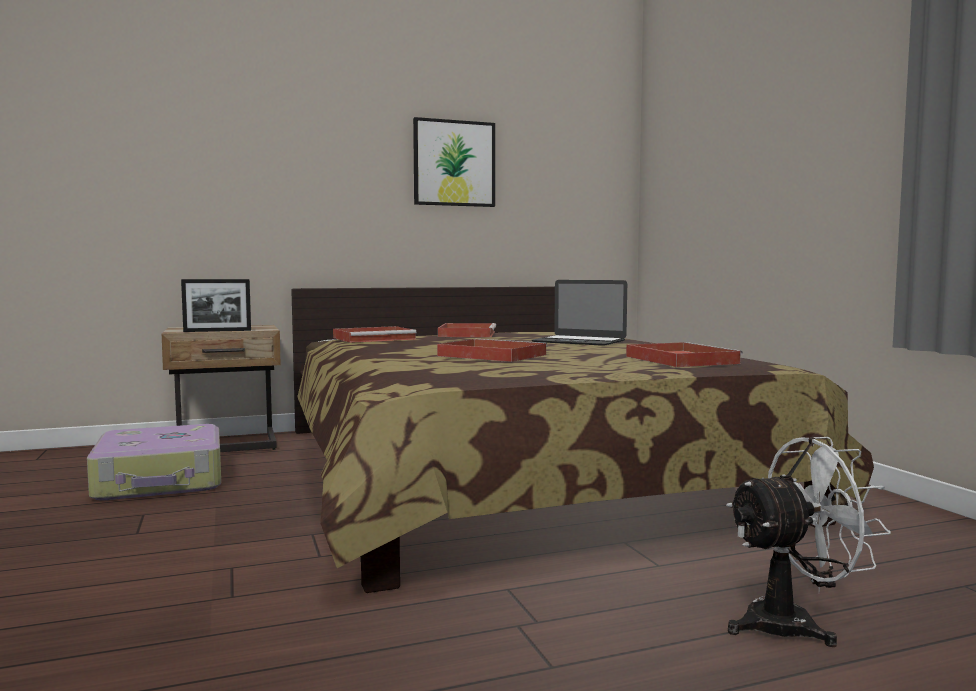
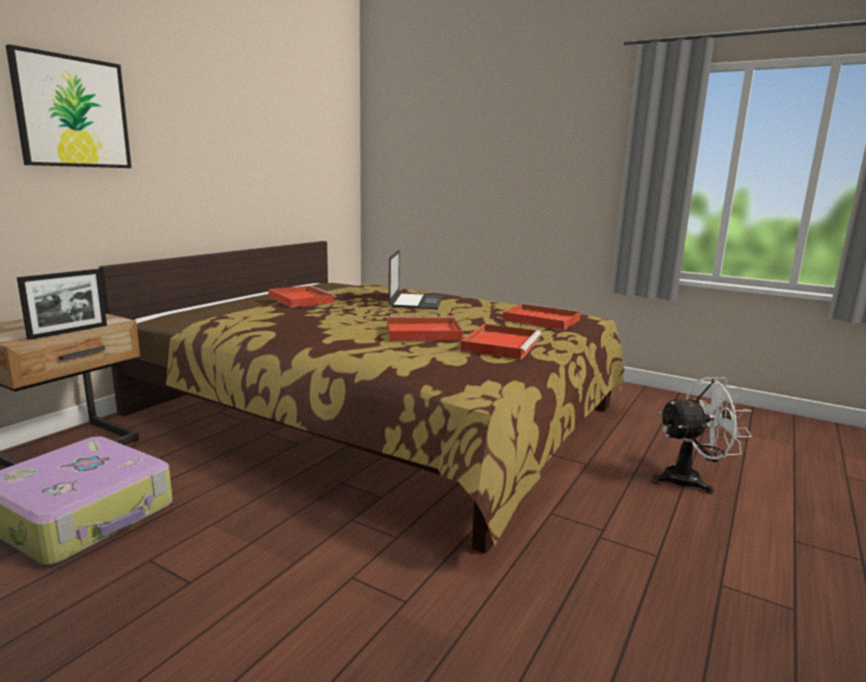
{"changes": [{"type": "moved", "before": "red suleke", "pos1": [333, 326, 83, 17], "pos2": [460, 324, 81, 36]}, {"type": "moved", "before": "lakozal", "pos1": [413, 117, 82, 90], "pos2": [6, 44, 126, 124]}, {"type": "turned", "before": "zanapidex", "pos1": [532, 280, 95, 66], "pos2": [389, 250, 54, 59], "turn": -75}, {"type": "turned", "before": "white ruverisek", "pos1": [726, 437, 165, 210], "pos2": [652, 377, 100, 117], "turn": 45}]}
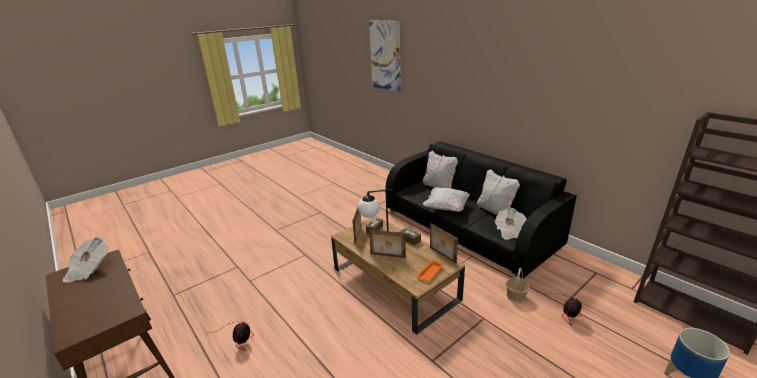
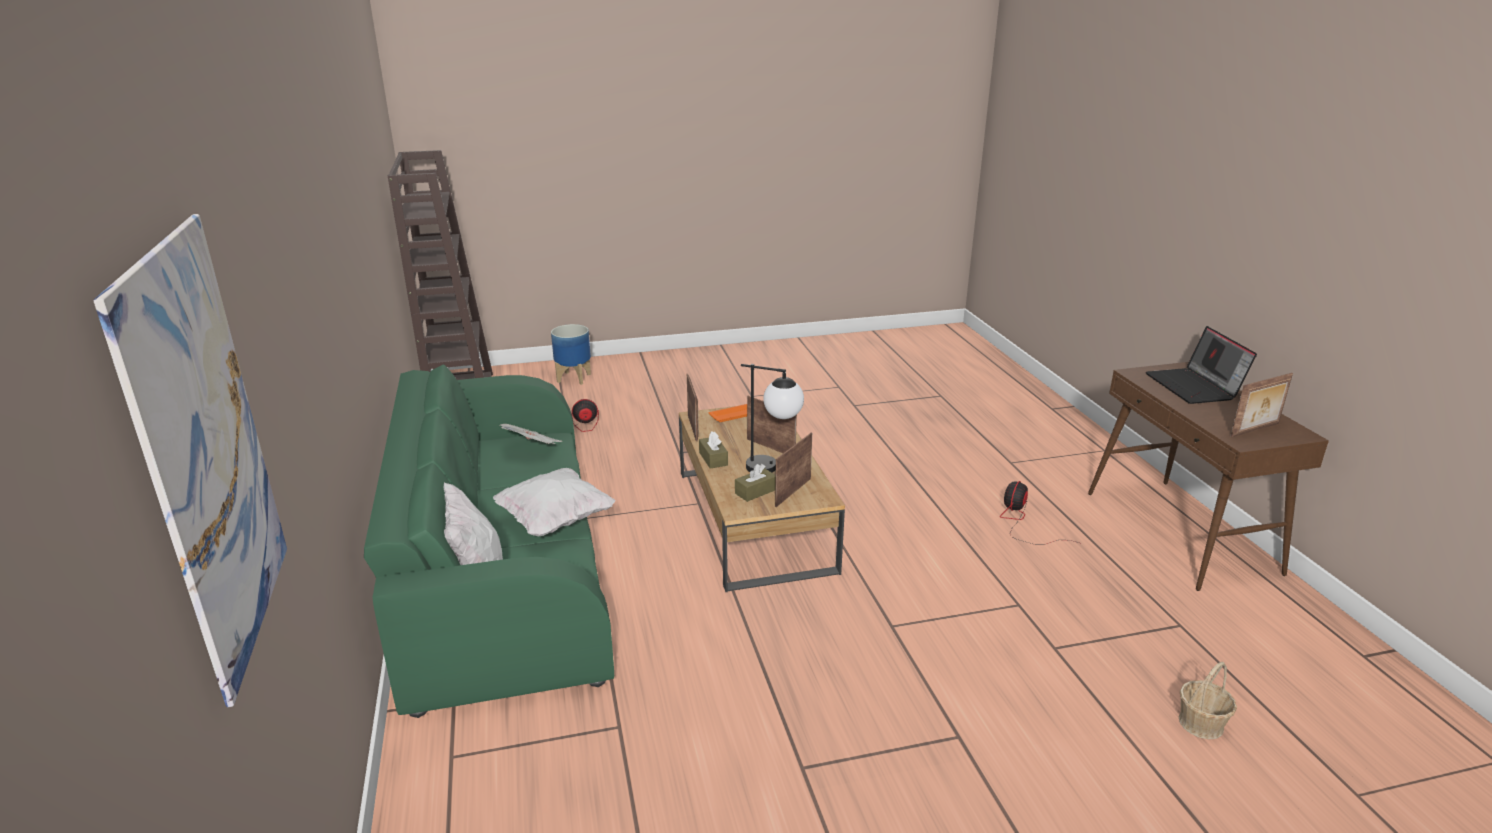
{"changes": [{"type": "replaced", "before": "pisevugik", "after": "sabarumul", "pos1": [62, 237, 47, 45], "pos2": [1230, 373, 63, 65]}, {"type": "recoloured", "before": "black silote", "after": "green silote", "pos1": [385, 141, 192, 138], "pos2": [364, 364, 250, 354]}, {"type": "removed", "before": "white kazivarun", "pos1": [477, 169, 43, 46]}, {"type": "moved", "before": "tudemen", "pos1": [506, 268, 24, 35], "pos2": [1179, 662, 58, 77]}, {"type": "added", "after": "zanapidex", "pos2": [1146, 326, 111, 78]}]}
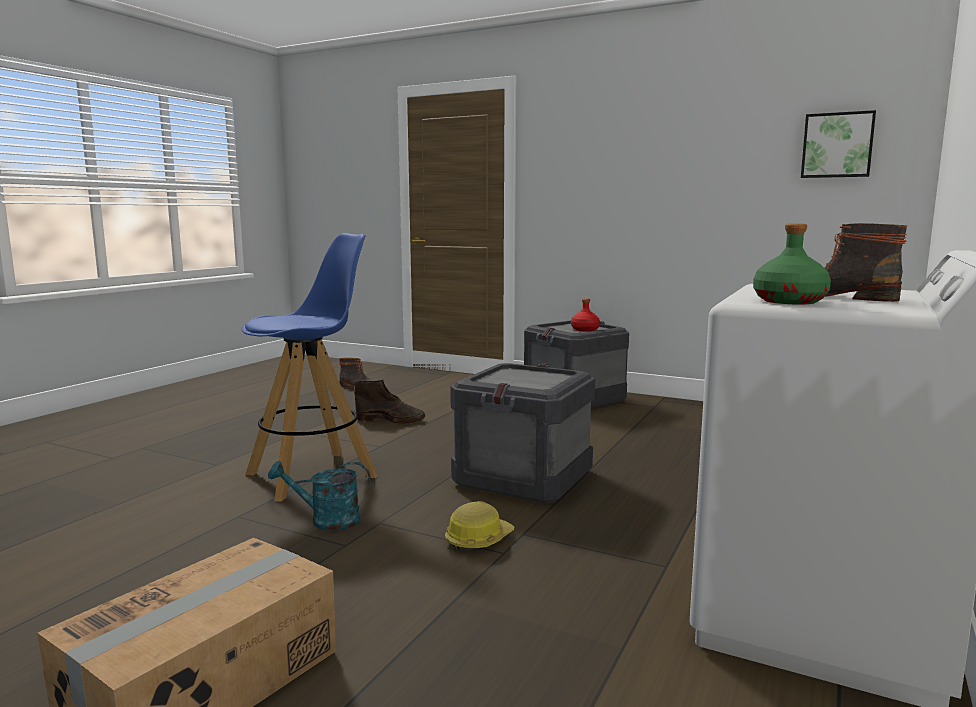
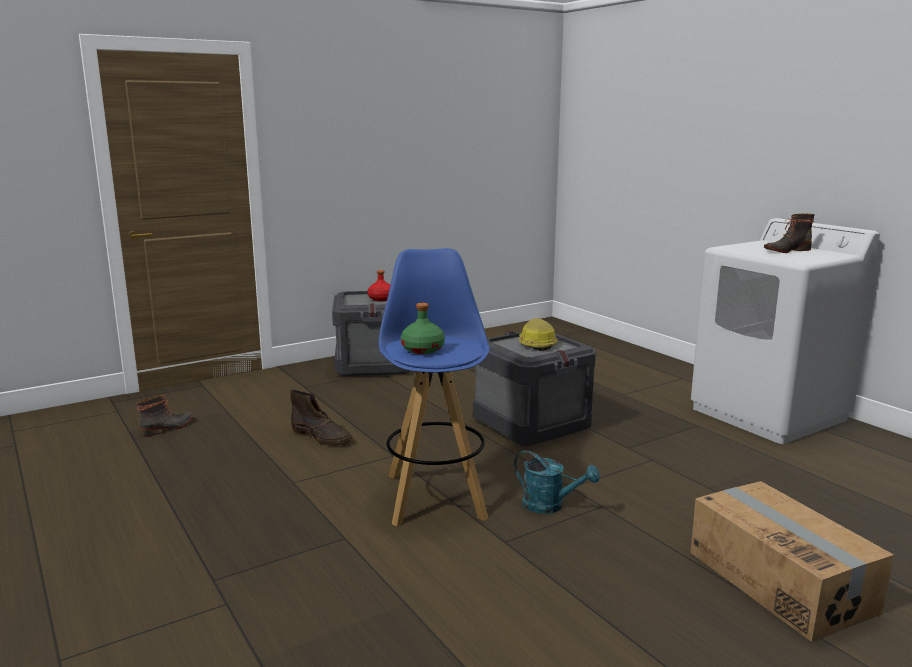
{"changes": [{"type": "turned", "before": "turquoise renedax", "pos1": [268, 461, 103, 70], "pos2": [514, 450, 86, 64], "turn": -90}, {"type": "turned", "before": "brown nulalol", "pos1": [354, 379, 71, 45], "pos2": [290, 389, 62, 57], "turn": 90}, {"type": "moved", "before": "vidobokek", "pos1": [445, 501, 69, 50], "pos2": [519, 318, 39, 33]}, {"type": "moved", "before": "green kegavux", "pos1": [753, 224, 78, 81], "pos2": [401, 303, 44, 51]}, {"type": "removed", "before": "lakozal", "pos1": [801, 110, 75, 68]}]}
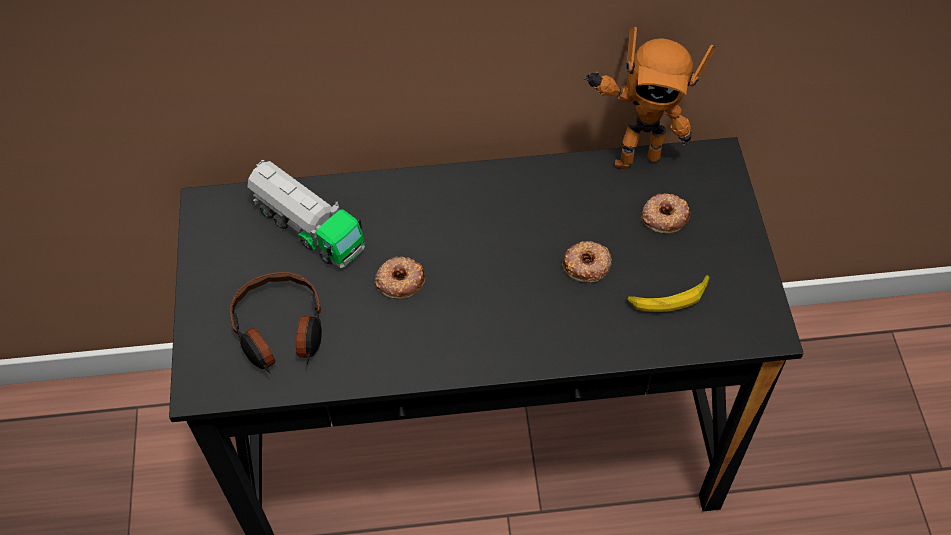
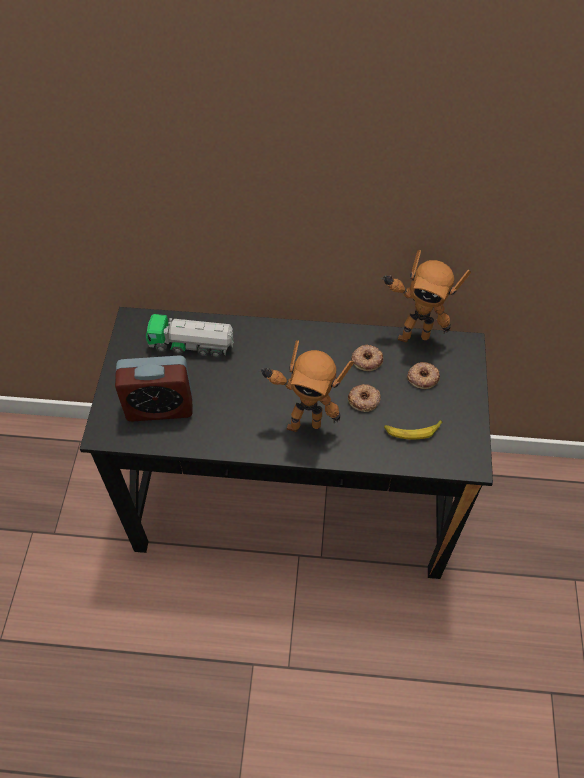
{"changes": [{"type": "replaced", "before": "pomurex", "after": "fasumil", "pos1": [230, 272, 92, 102], "pos2": [115, 355, 77, 66]}, {"type": "turned", "before": "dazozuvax", "pos1": [247, 160, 118, 109], "pos2": [146, 314, 88, 43], "turn": 135}, {"type": "moved", "before": "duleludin", "pos1": [375, 256, 50, 43], "pos2": [351, 345, 32, 26]}, {"type": "added", "after": "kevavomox", "pos2": [259, 340, 95, 92]}]}
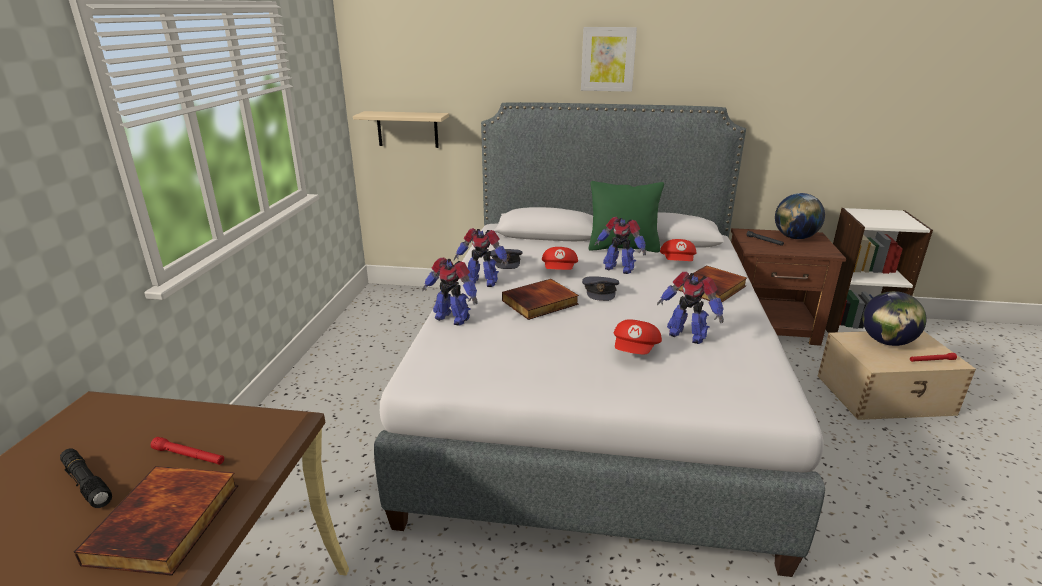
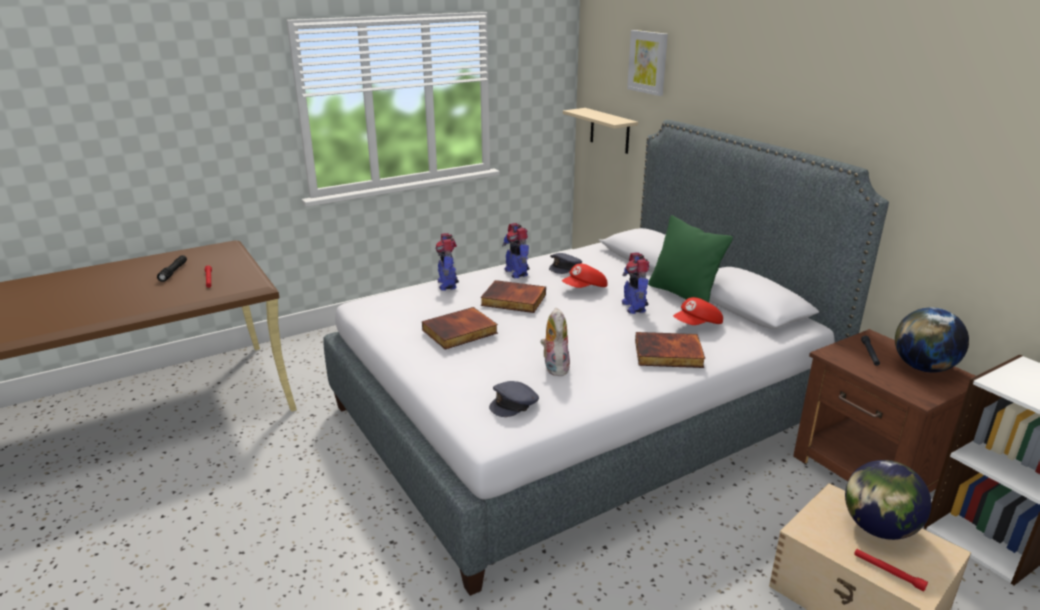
{"changes": [{"type": "moved", "before": "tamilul", "pos1": [74, 466, 164, 110], "pos2": [422, 307, 76, 43]}, {"type": "moved", "before": "lakozal", "pos1": [581, 27, 56, 65], "pos2": [627, 30, 41, 66]}, {"type": "moved", "before": "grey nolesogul", "pos1": [582, 277, 37, 24], "pos2": [489, 381, 50, 36]}, {"type": "removed", "before": "red nolesogul", "pos1": [614, 319, 48, 35]}, {"type": "replaced", "before": "kevavomox", "after": "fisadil", "pos1": [657, 272, 67, 72], "pos2": [541, 307, 29, 69]}]}
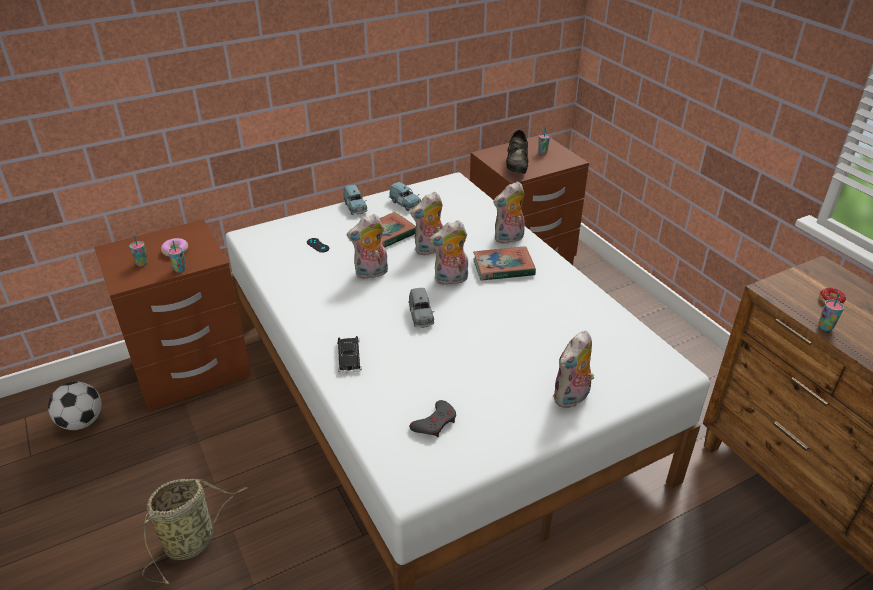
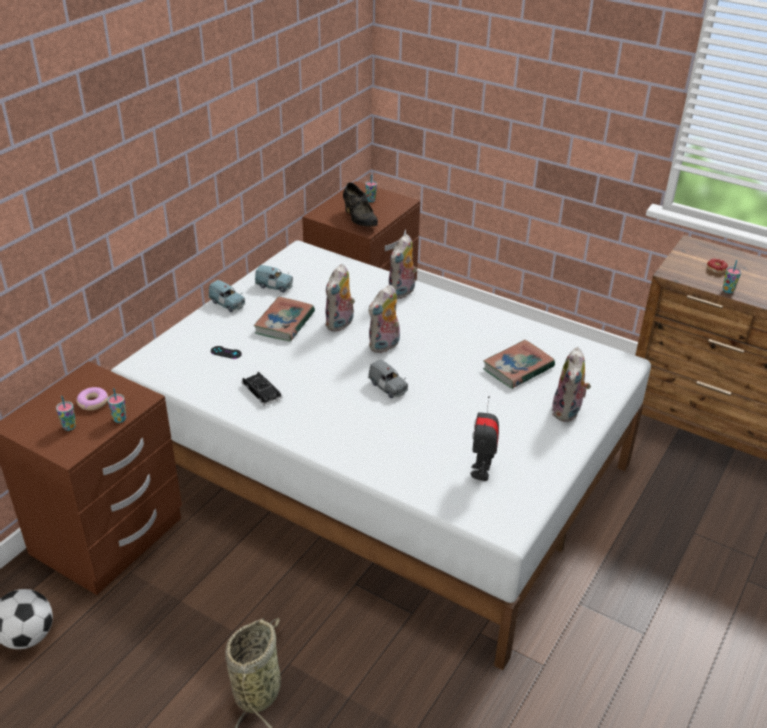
{"changes": [{"type": "moved", "before": "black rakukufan", "pos1": [337, 336, 25, 37], "pos2": [241, 372, 42, 34]}, {"type": "removed", "before": "fisadil", "pos1": [347, 214, 41, 65]}, {"type": "replaced", "before": "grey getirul", "after": "kevavomox", "pos1": [409, 400, 47, 37], "pos2": [470, 396, 29, 85]}, {"type": "moved", "before": "tamilul", "pos1": [473, 246, 63, 35], "pos2": [483, 340, 72, 49]}]}
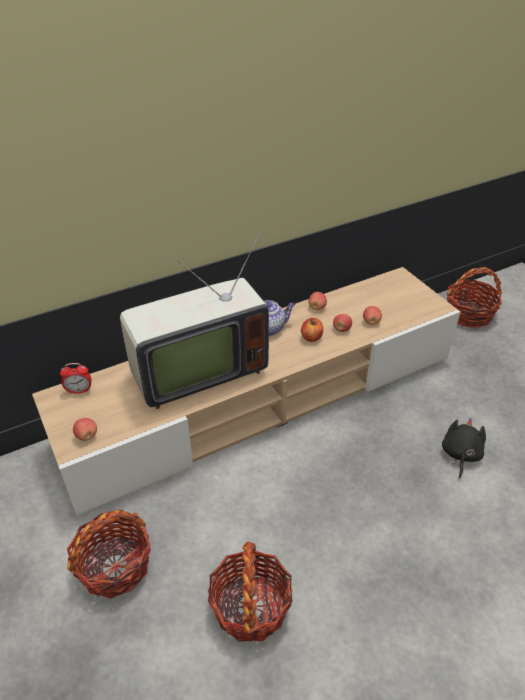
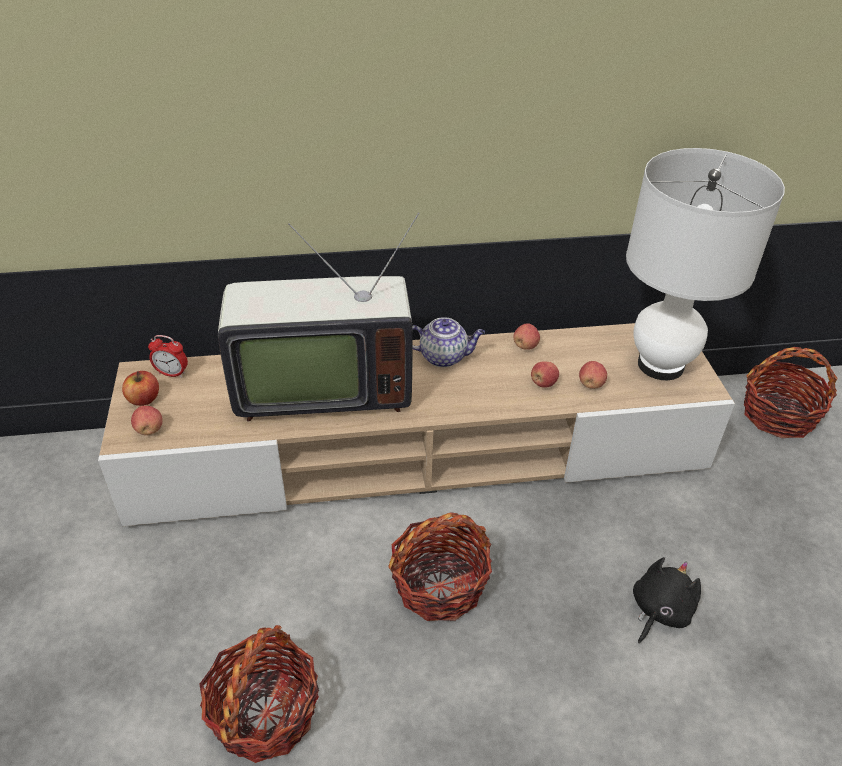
{"changes": [{"type": "moved", "before": "tudemen", "pos1": [67, 510, 84, 89], "pos2": [388, 512, 104, 109]}, {"type": "moved", "before": "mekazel", "pos1": [301, 318, 22, 24], "pos2": [122, 371, 37, 35]}, {"type": "added", "after": "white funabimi", "pos2": [626, 148, 159, 232]}]}
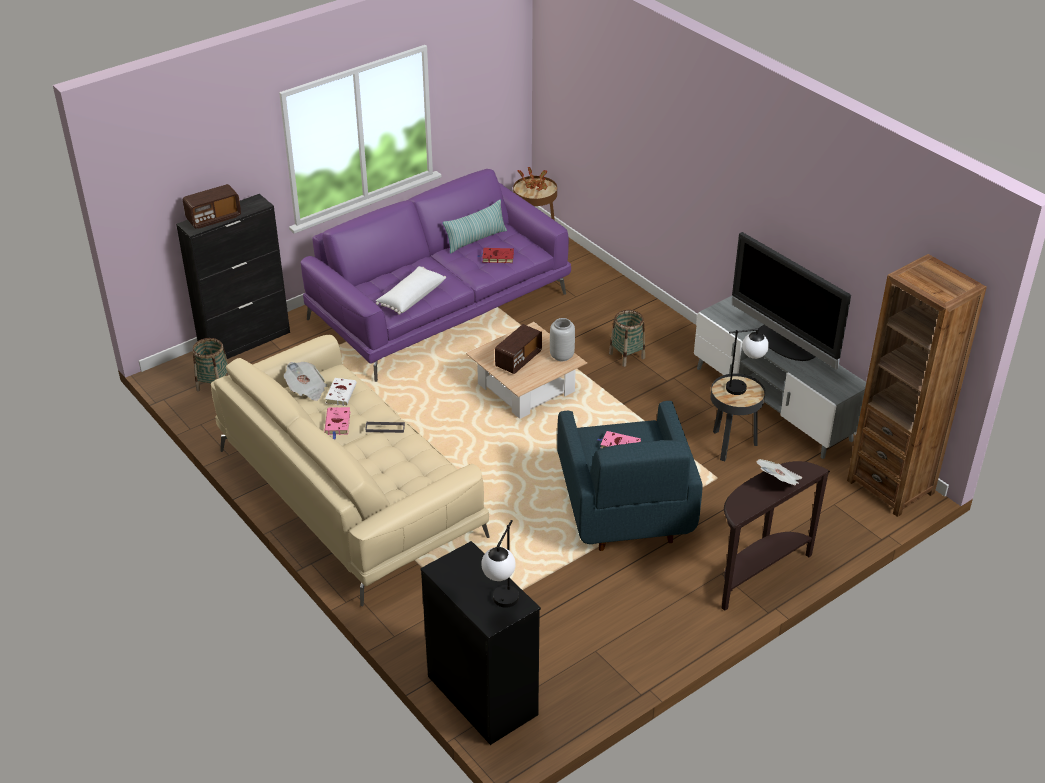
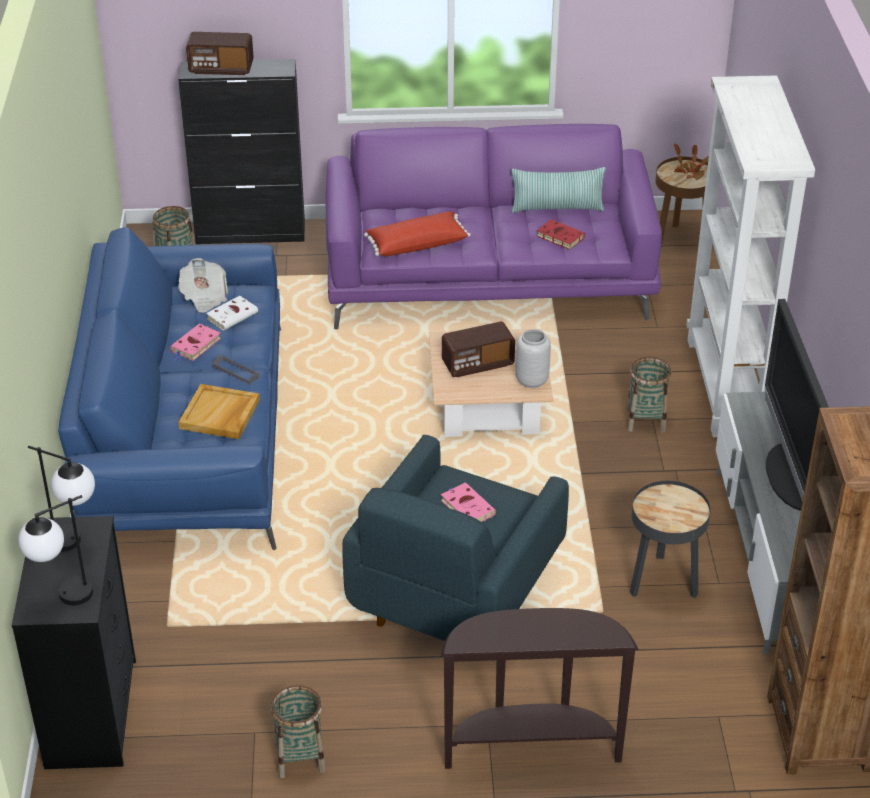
{"changes": [{"type": "recoloured", "before": "beige silote", "after": "blue silote", "pos1": [211, 335, 279, 271], "pos2": [58, 227, 223, 324]}, {"type": "recoloured", "before": "white kazivarun", "after": "red kazivarun", "pos1": [376, 266, 70, 49], "pos2": [364, 211, 107, 45]}, {"type": "moved", "before": "funabimi", "pos1": [726, 329, 43, 66], "pos2": [28, 446, 67, 106]}, {"type": "removed", "before": "pisevugik", "pos1": [757, 459, 45, 26]}, {"type": "added", "after": "beige suleke", "pos2": [178, 384, 82, 55]}, {"type": "added", "after": "tudemen", "pos2": [271, 685, 55, 93]}, {"type": "added", "after": "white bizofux", "pos2": [686, 76, 129, 361]}]}
